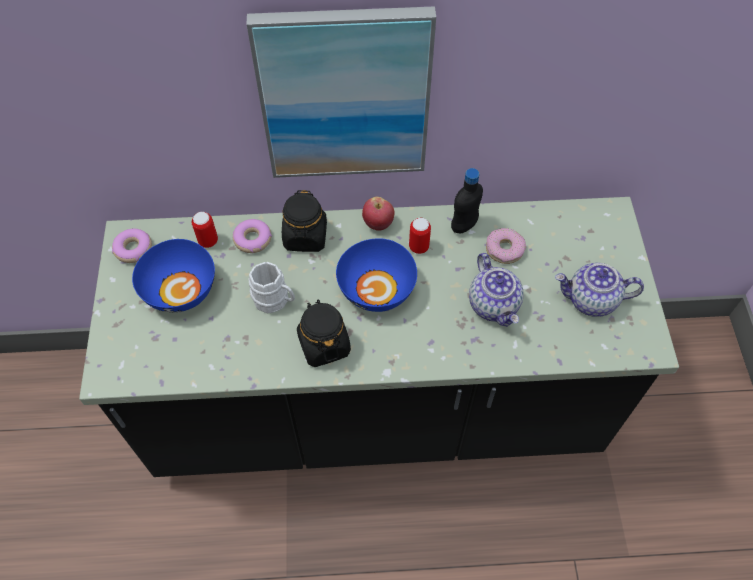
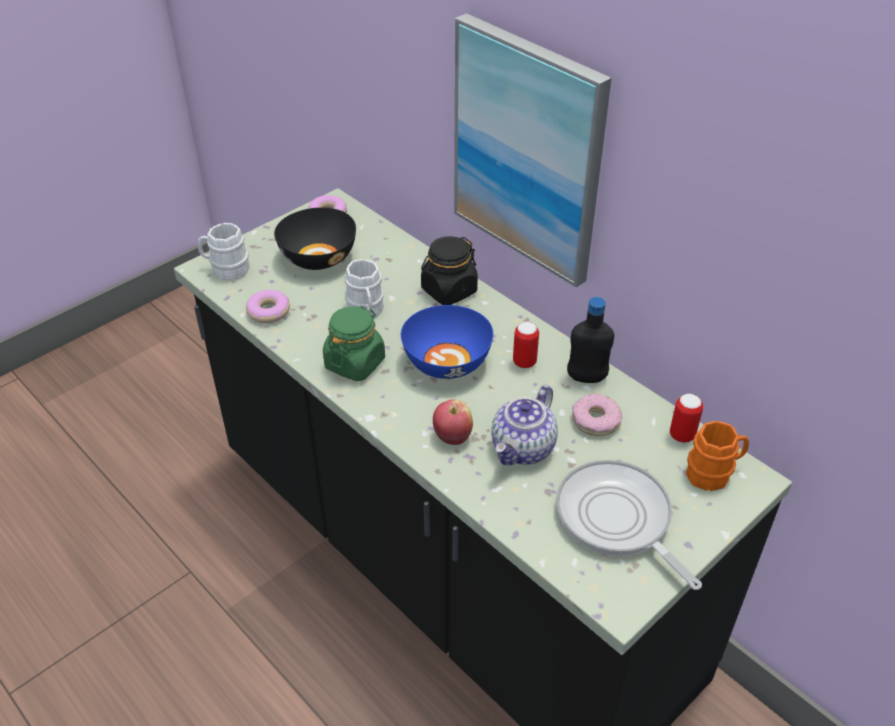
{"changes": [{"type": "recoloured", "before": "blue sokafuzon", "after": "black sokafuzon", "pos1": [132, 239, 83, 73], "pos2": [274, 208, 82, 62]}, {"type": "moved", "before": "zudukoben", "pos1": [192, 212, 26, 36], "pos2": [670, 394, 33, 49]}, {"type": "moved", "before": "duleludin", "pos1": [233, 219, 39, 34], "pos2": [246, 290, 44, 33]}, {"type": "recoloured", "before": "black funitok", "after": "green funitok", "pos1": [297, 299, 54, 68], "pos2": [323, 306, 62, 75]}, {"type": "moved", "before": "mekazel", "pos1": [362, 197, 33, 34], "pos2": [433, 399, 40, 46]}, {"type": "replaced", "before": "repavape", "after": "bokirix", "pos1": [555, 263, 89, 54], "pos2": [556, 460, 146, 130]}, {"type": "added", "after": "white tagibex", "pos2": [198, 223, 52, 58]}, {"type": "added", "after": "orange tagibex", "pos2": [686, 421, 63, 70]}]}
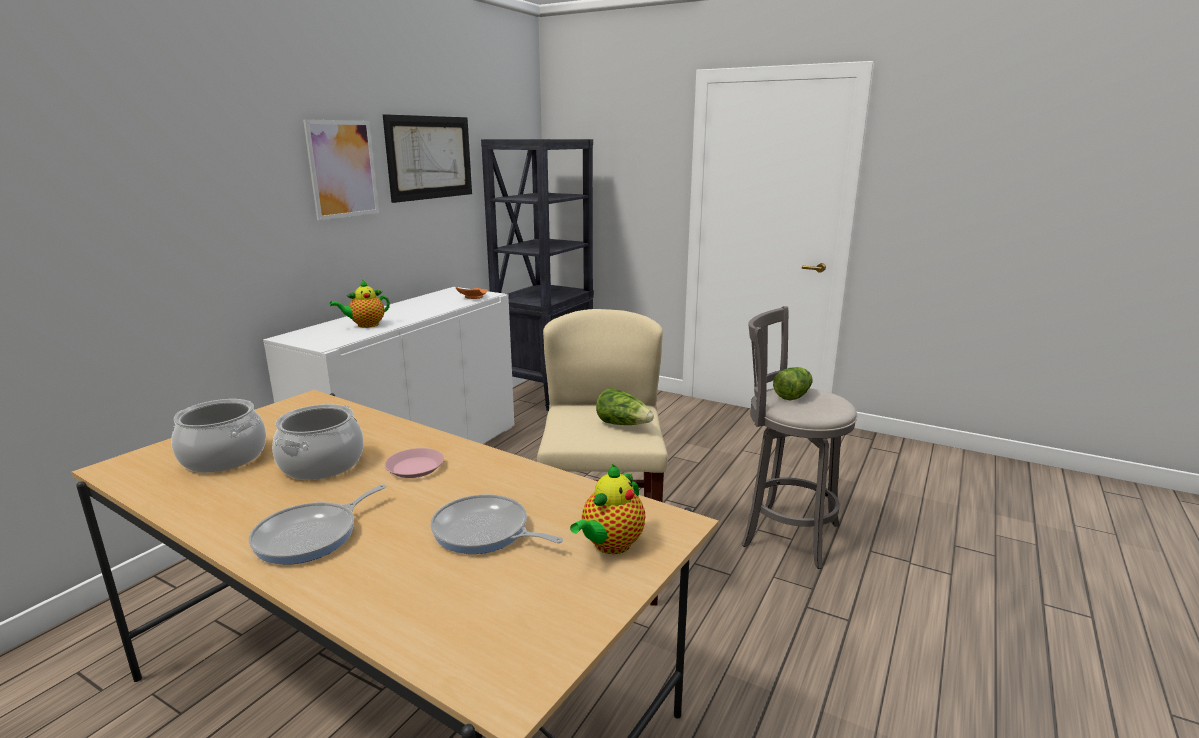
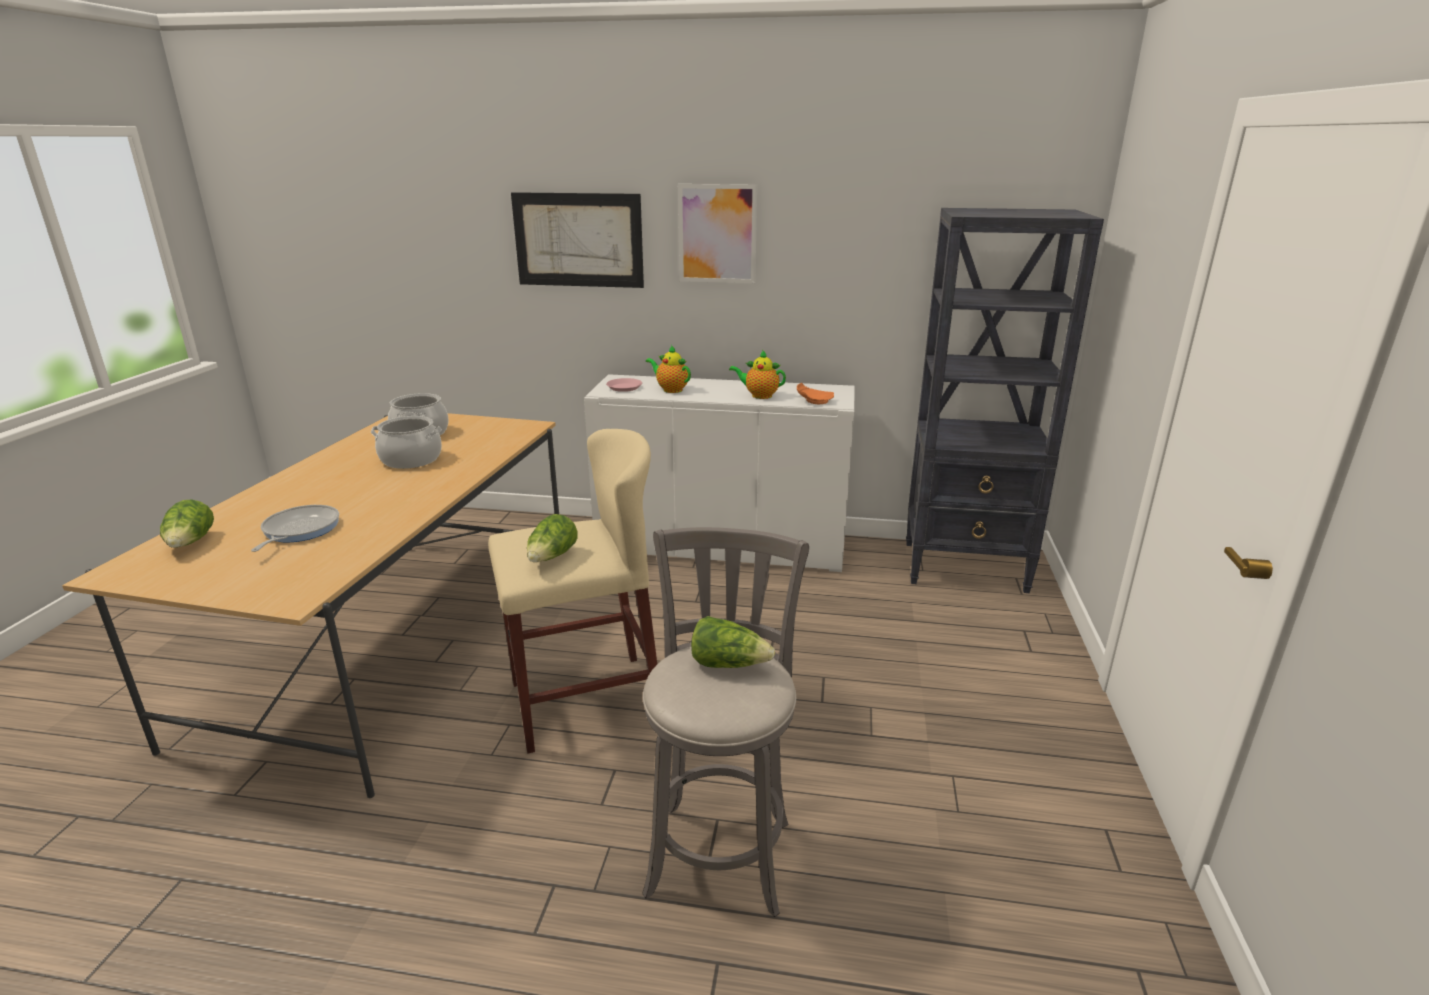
{"changes": [{"type": "removed", "before": "bokirix", "pos1": [249, 484, 137, 81]}, {"type": "moved", "before": "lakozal", "pos1": [383, 114, 89, 89], "pos2": [511, 192, 133, 96]}, {"type": "moved", "before": "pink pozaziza", "pos1": [385, 448, 59, 30], "pos2": [606, 378, 36, 14]}, {"type": "moved", "before": "repavape", "pos1": [570, 464, 75, 90], "pos2": [729, 350, 57, 49]}, {"type": "added", "after": "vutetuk", "pos2": [160, 500, 54, 48]}]}
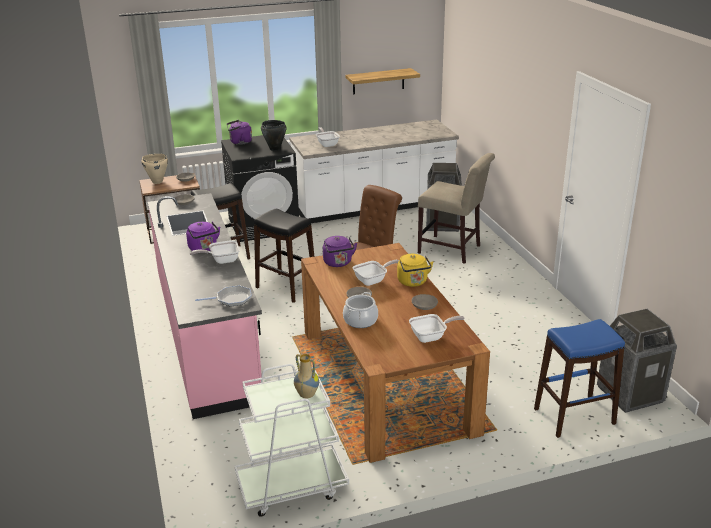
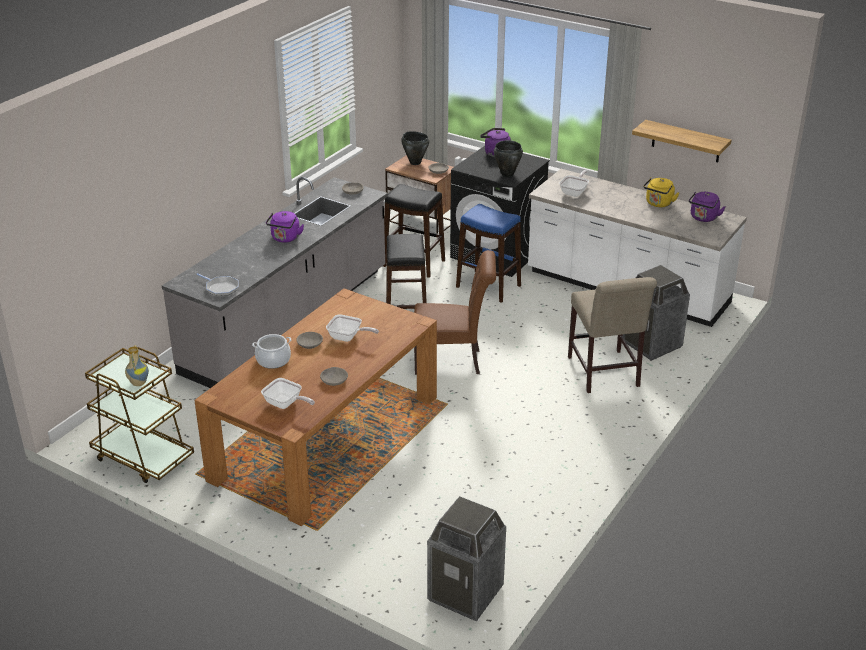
{"changes": [{"type": "recoloured", "before": "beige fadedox", "after": "black fadedox", "pos1": [141, 154, 27, 30], "pos2": [401, 131, 28, 34]}, {"type": "recoloured", "before": "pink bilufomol", "after": "grey bilufomol", "pos1": [148, 193, 114, 226], "pos2": [162, 177, 226, 211]}, {"type": "removed", "before": "bokirix", "pos1": [190, 240, 50, 24]}, {"type": "recoloured", "before": "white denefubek", "after": "brown denefubek", "pos1": [235, 364, 114, 153], "pos2": [85, 347, 109, 136]}, {"type": "moved", "before": "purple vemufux", "pos1": [323, 236, 34, 31], "pos2": [689, 192, 36, 30]}, {"type": "moved", "before": "yellow vemufux", "pos1": [397, 254, 36, 33], "pos2": [644, 178, 35, 29]}, {"type": "moved", "before": "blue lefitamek", "pos1": [534, 319, 91, 119], "pos2": [456, 204, 65, 99]}]}
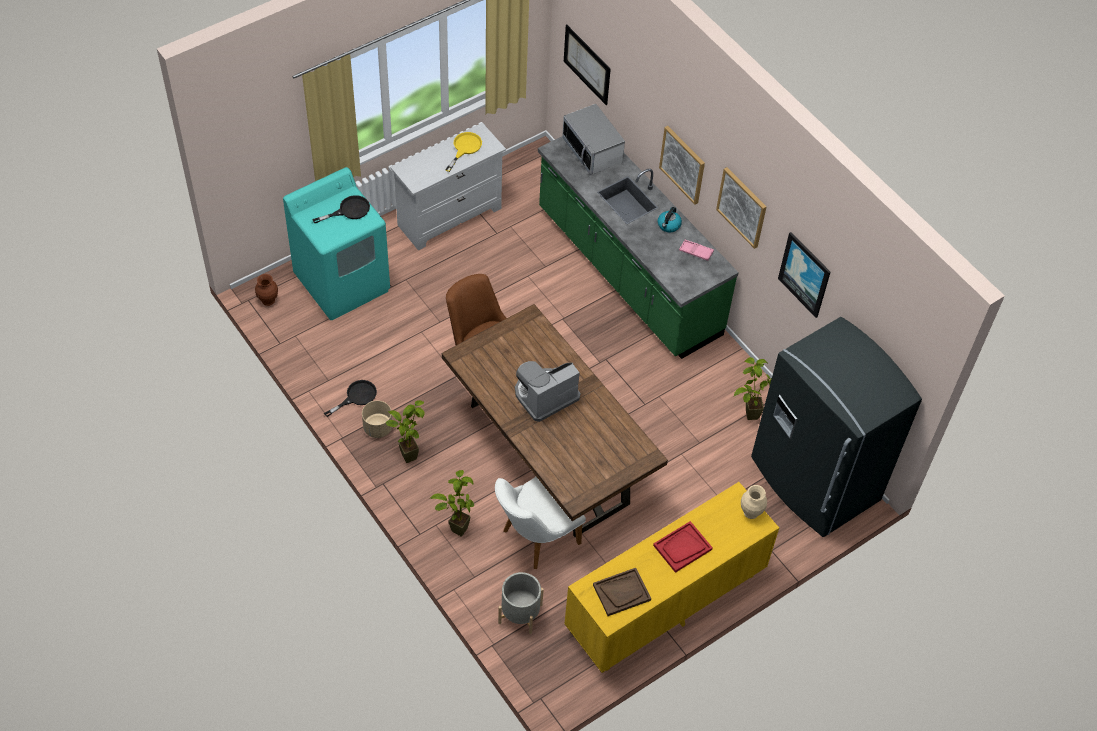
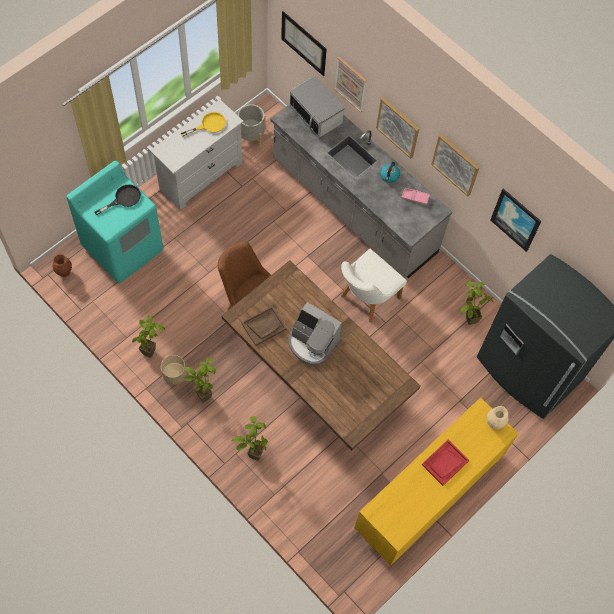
{"changes": [{"type": "replaced", "before": "black bokirix", "after": "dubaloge", "pos1": [324, 380, 53, 37], "pos2": [132, 315, 33, 43]}, {"type": "turned", "before": "yellow bokirix", "pos1": [445, 132, 37, 40], "pos2": [181, 112, 45, 25], "turn": 45}, {"type": "moved", "before": "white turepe", "pos1": [495, 477, 91, 92], "pos2": [341, 249, 66, 73]}, {"type": "moved", "before": "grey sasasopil", "pos1": [498, 572, 46, 62], "pos2": [238, 104, 28, 44]}, {"type": "turned", "before": "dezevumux", "pos1": [515, 361, 65, 61], "pos2": [288, 302, 54, 63], "turn": -105}, {"type": "recoloured", "before": "green bilufomol", "after": "grey bilufomol", "pos1": [538, 137, 201, 222], "pos2": [271, 104, 182, 174]}, {"type": "moved", "before": "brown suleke", "pos1": [593, 568, 58, 48], "pos2": [241, 306, 46, 40]}, {"type": "added", "after": "lakozal", "pos2": [334, 57, 33, 56]}]}
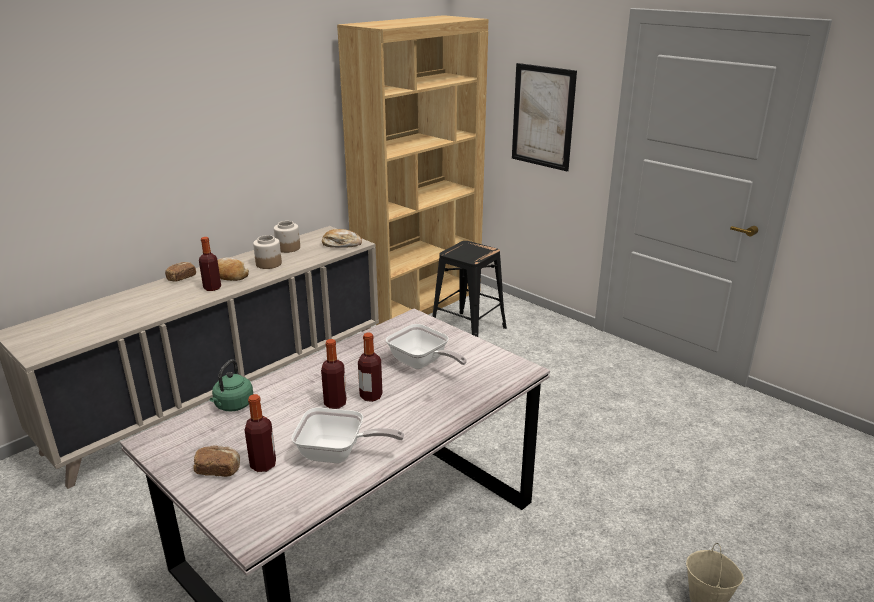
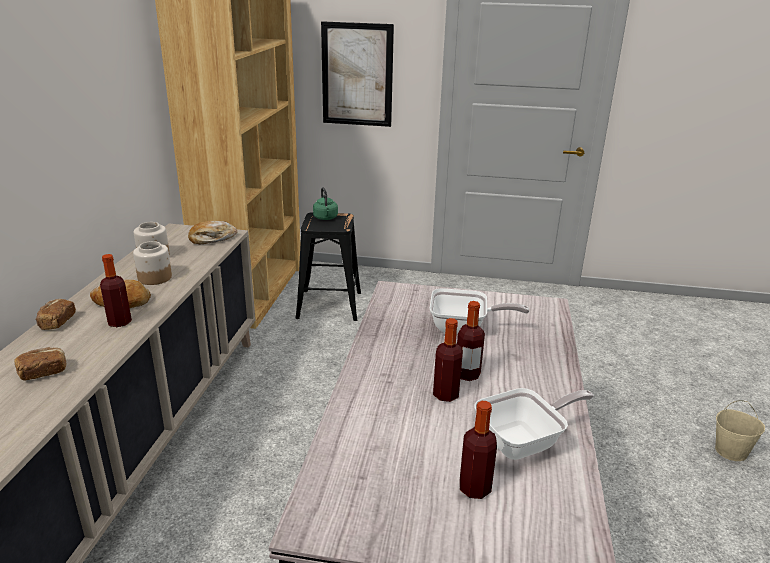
{"changes": [{"type": "moved", "before": "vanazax", "pos1": [193, 446, 47, 31], "pos2": [14, 347, 52, 34]}, {"type": "moved", "before": "green vemufux", "pos1": [210, 359, 43, 53], "pos2": [313, 187, 25, 33]}]}
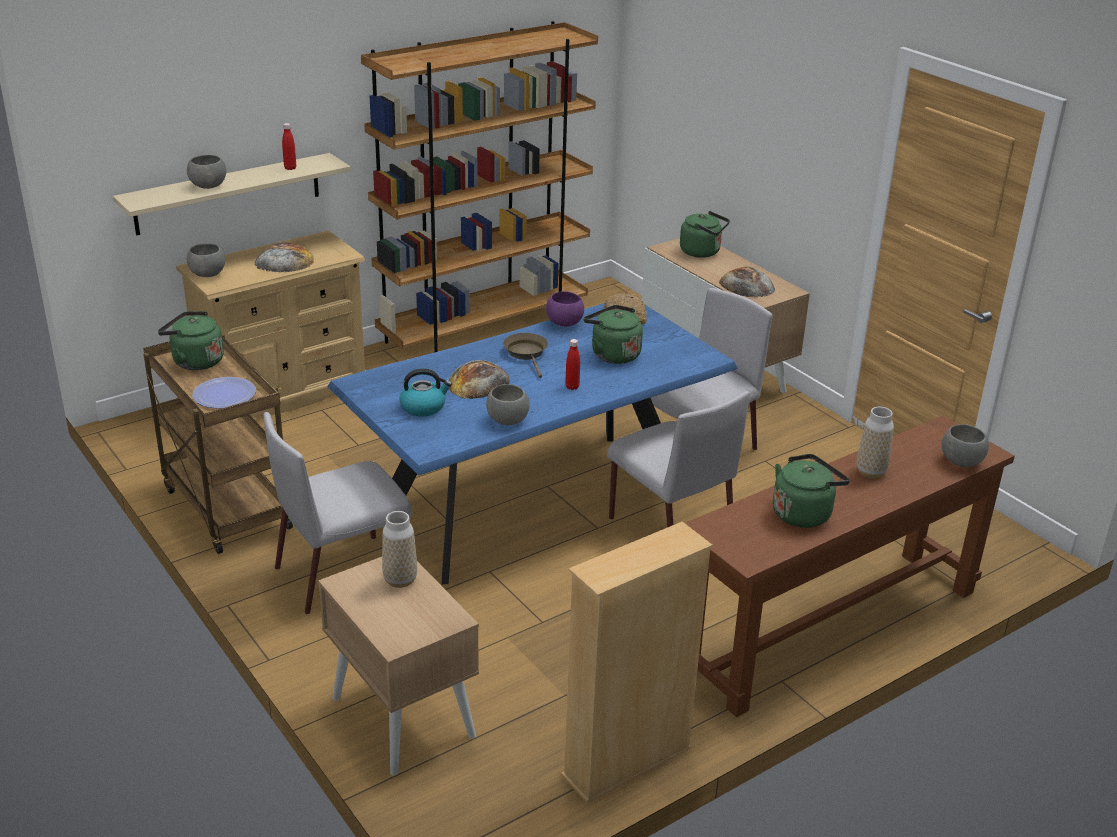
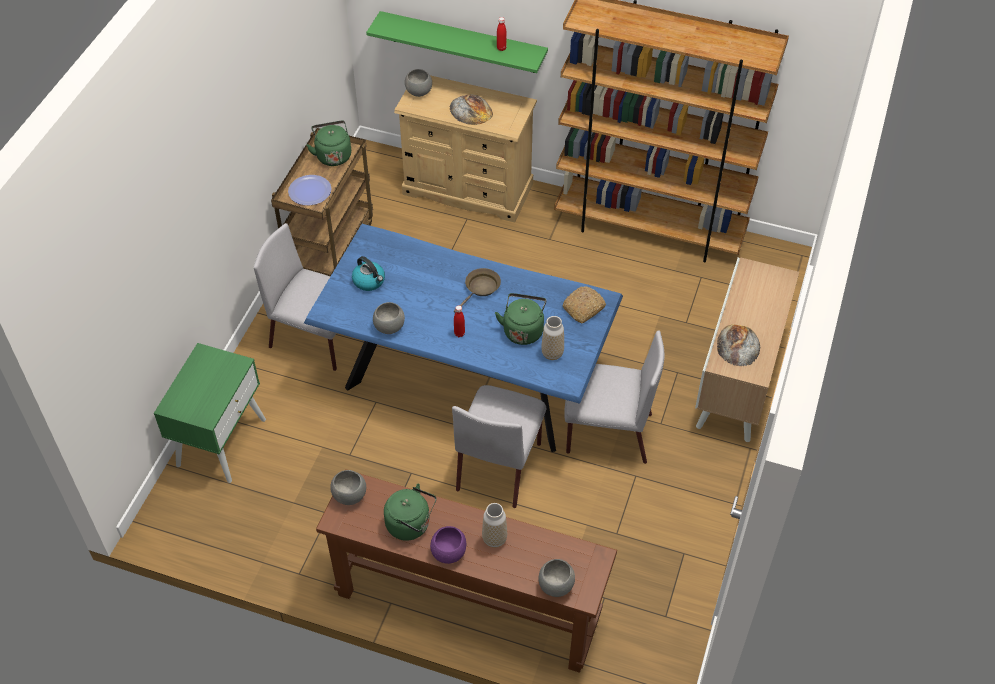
{"changes": [{"type": "recoloured", "before": "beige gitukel", "after": "green gitukel", "pos1": [113, 153, 238, 83], "pos2": [366, 11, 182, 62]}, {"type": "moved", "before": "grey sokafuzon", "pos1": [187, 155, 39, 34], "pos2": [330, 470, 36, 35]}, {"type": "recoloured", "before": "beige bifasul", "after": "green bifasul", "pos1": [318, 557, 161, 219], "pos2": [154, 343, 112, 140]}, {"type": "moved", "before": "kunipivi", "pos1": [382, 511, 35, 77], "pos2": [541, 316, 23, 44]}, {"type": "removed", "before": "vanazax", "pos1": [449, 360, 61, 39]}, {"type": "moved", "before": "purple sokafuzon", "pos1": [546, 291, 38, 36], "pos2": [430, 526, 36, 38]}, {"type": "removed", "before": "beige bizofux", "pos1": [561, 522, 152, 281]}, {"type": "removed", "before": "green vemufux", "pos1": [680, 211, 50, 47]}]}
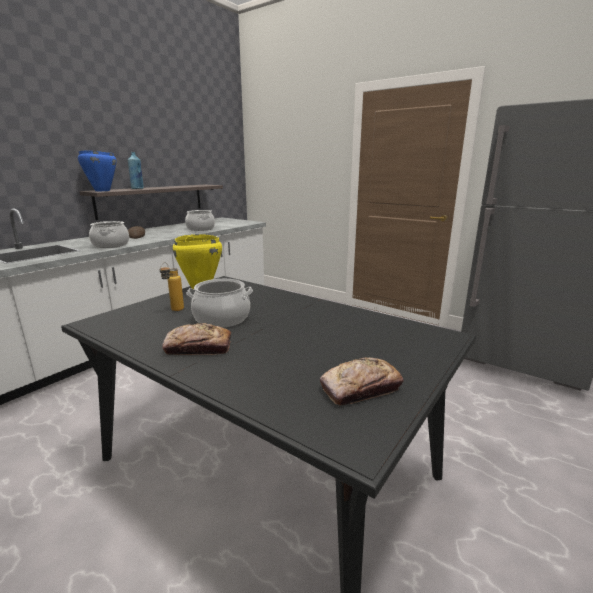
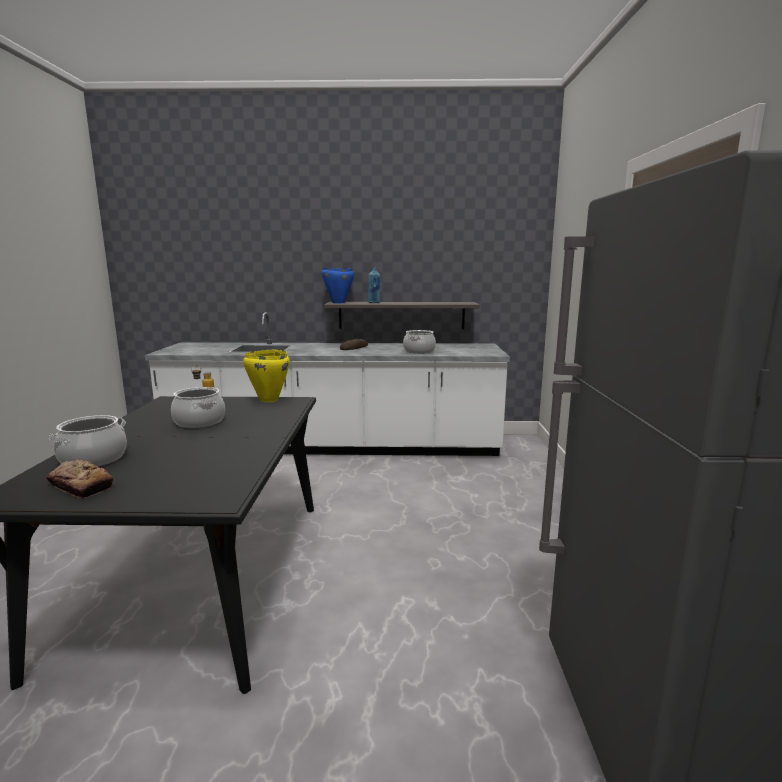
{"changes": [{"type": "moved", "before": "fadedox", "pos1": [89, 221, 40, 27], "pos2": [49, 415, 78, 52]}, {"type": "removed", "before": "vanazax", "pos1": [162, 323, 69, 32]}]}
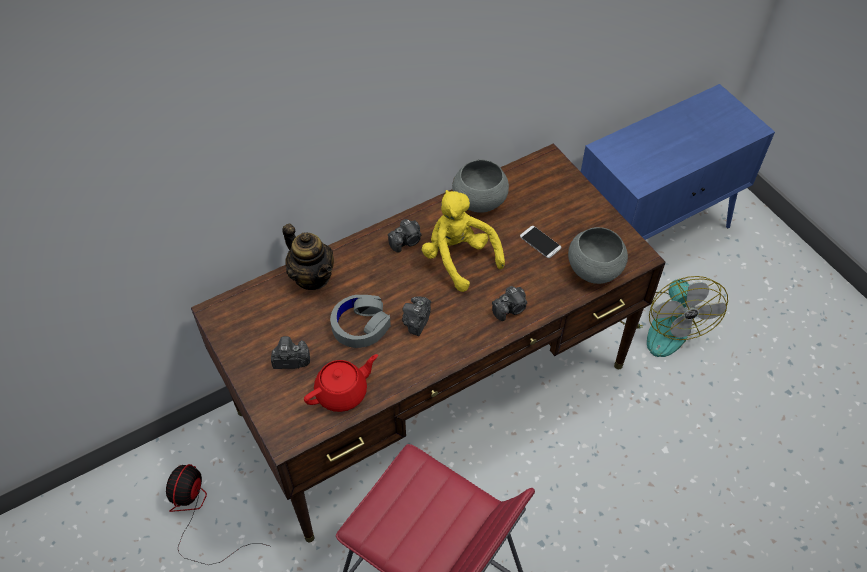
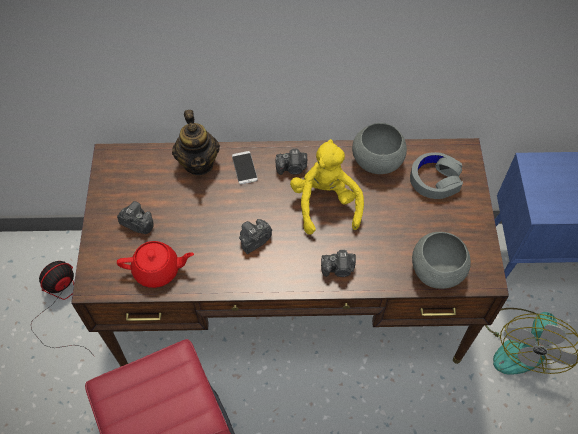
{"changes": [{"type": "moved", "before": "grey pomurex", "pos1": [330, 295, 61, 53], "pos2": [410, 152, 53, 47]}, {"type": "moved", "before": "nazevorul", "pos1": [520, 226, 41, 32], "pos2": [232, 151, 26, 33]}]}
